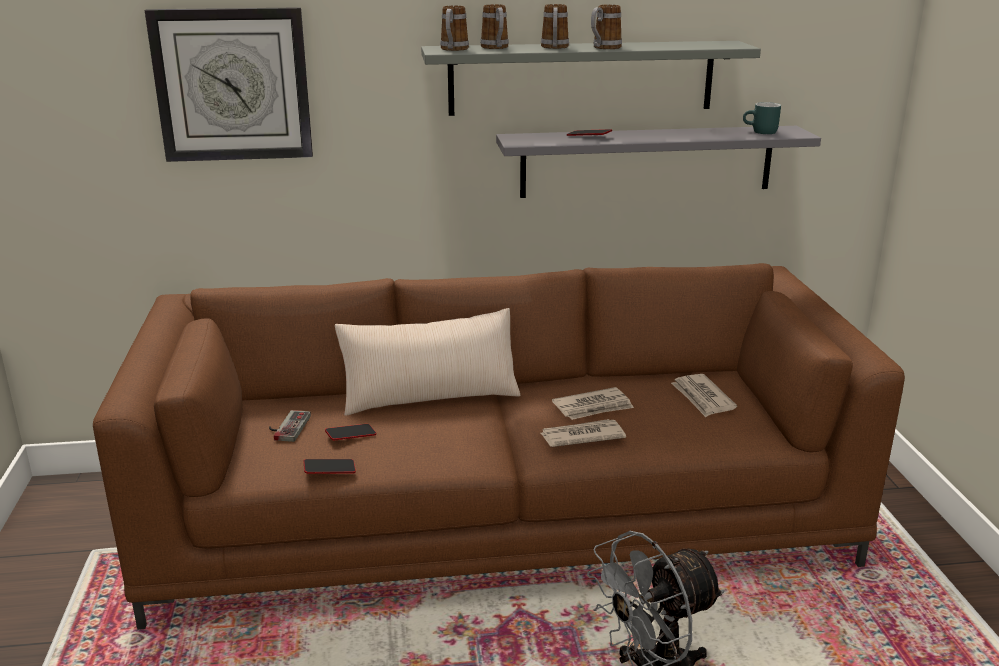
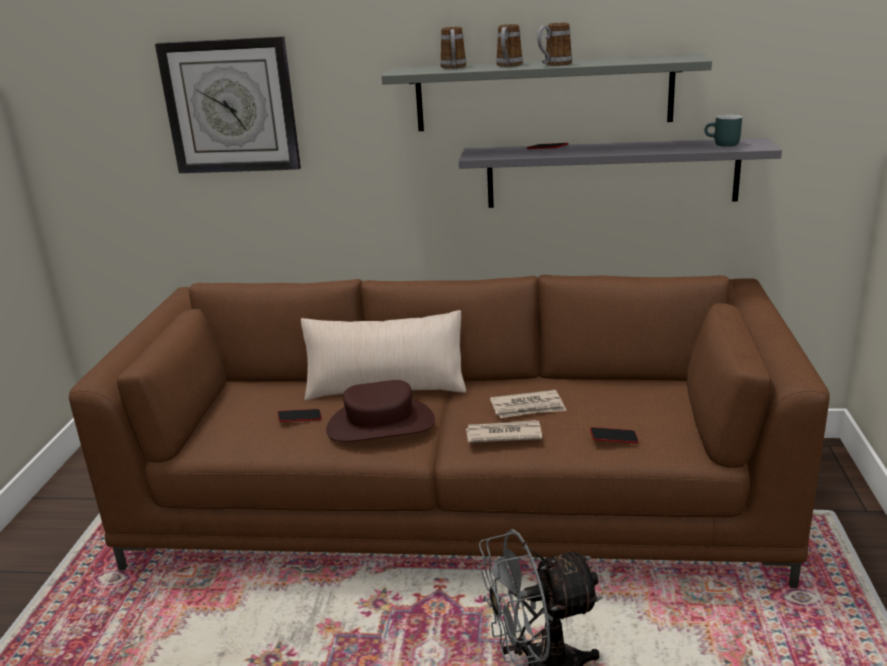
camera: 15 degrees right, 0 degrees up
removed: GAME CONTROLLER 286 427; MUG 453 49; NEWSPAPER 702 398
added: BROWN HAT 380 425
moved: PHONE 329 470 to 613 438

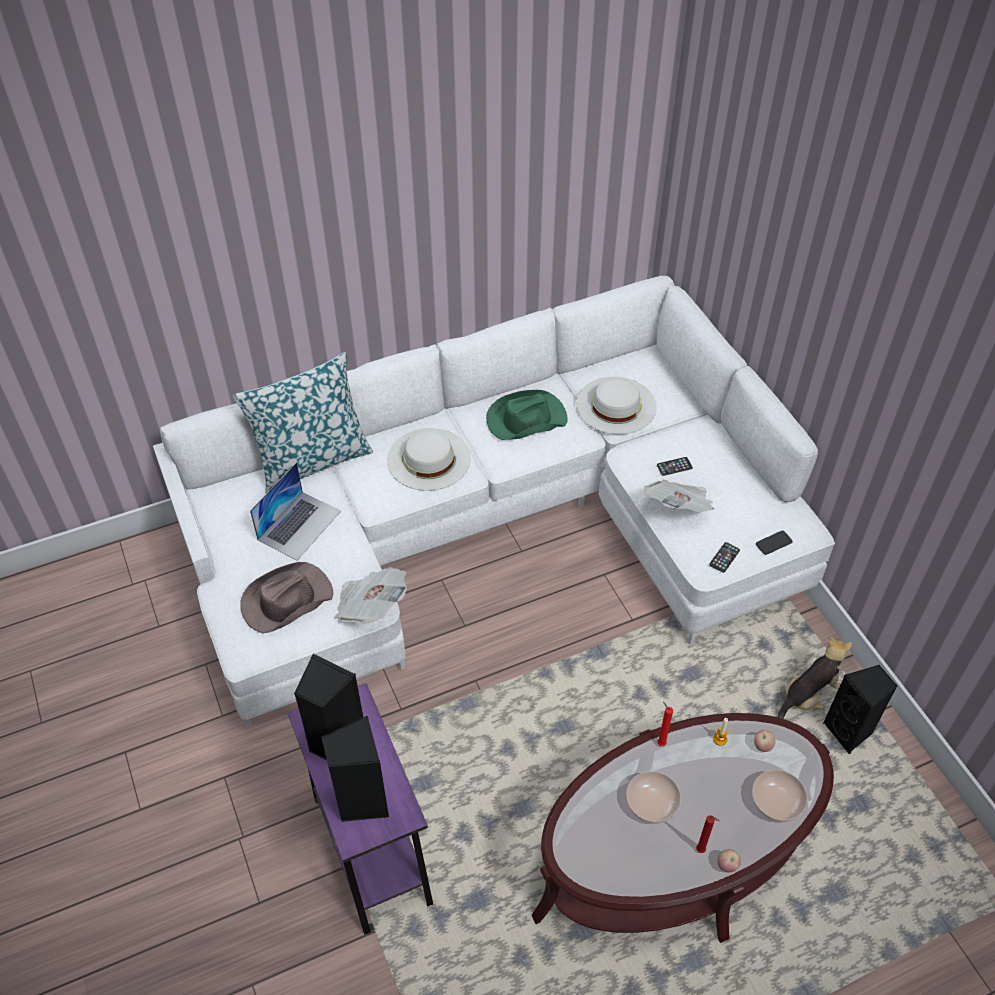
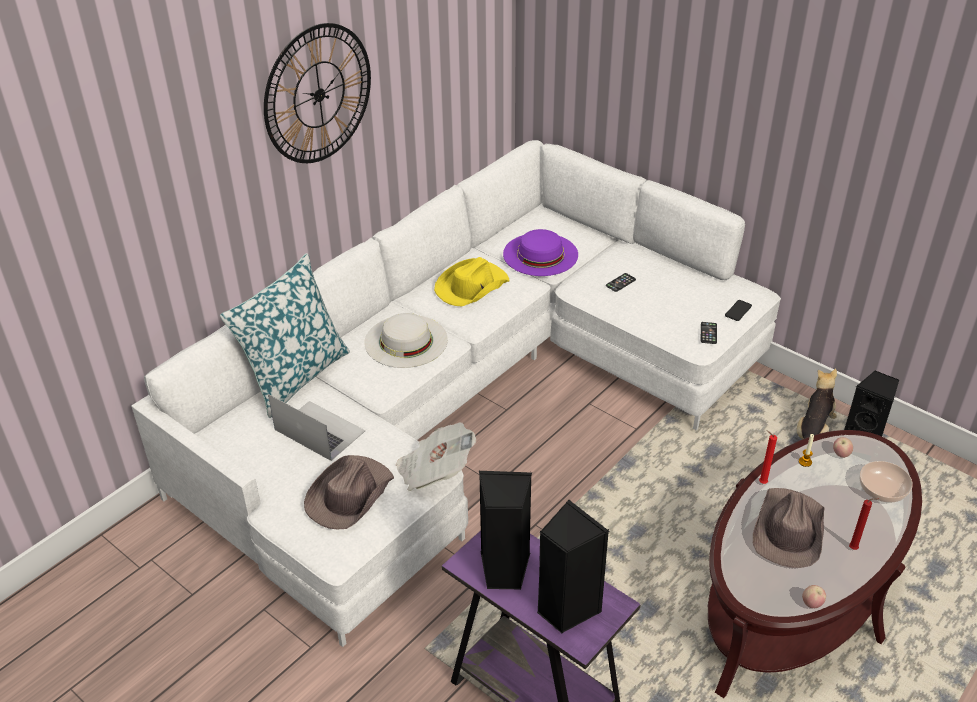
camera: 25 degrees left, 10 degrees down
removed: NEWSPAPER 679 508
added: WALL CLOCK 319 94
moved: APPLE 727 865 to 812 604
replaced: BOWL 650 803 to BROWN HAT 788 530
recoloured: GREEN HAT 525 419 to YELLOW HAT 471 286; WHITE HAT 616 405 to PURPLE HAT 540 254
turned: LAPTOP 299 525 = 319 430 60 degrees counterclockwise

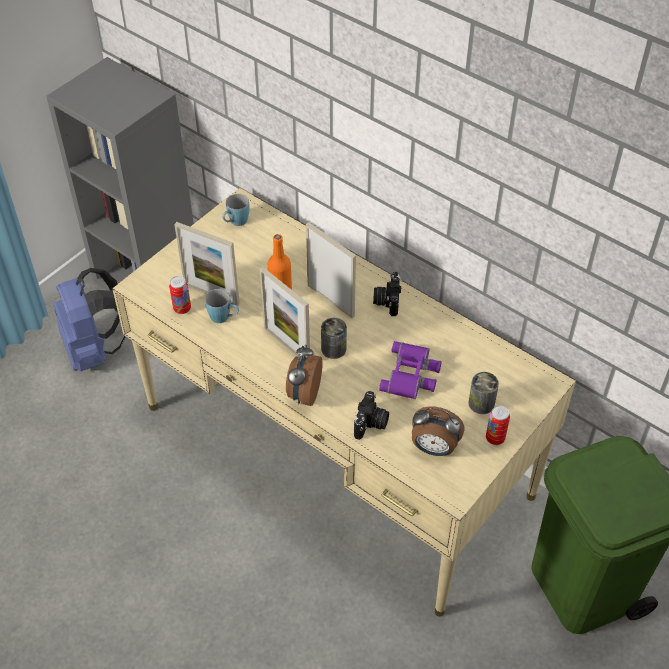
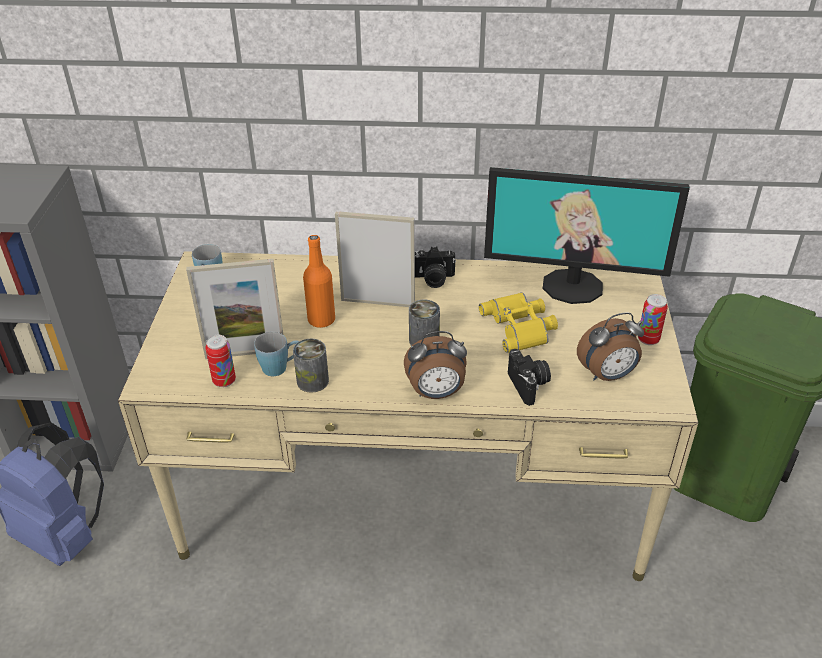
camera: 35 degrees left, 10 degrees down
removed: PICTURE FRAME 286 346
added: MONITOR 573 285
moved: CAN 481 403 to 312 381
recoloured: PURPLE BINOCULARS 412 375 to YELLOW BINOCULARS 520 326
turned: ALARM CLOCK 303 394 = 436 393 75 degrees counterclockwise; PHOTO CAMERA 387 301 = 432 279 60 degrees counterclockwise

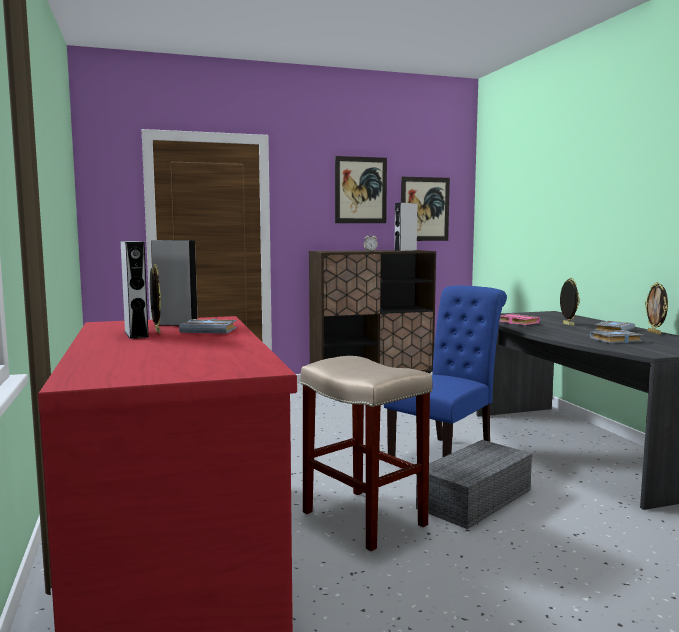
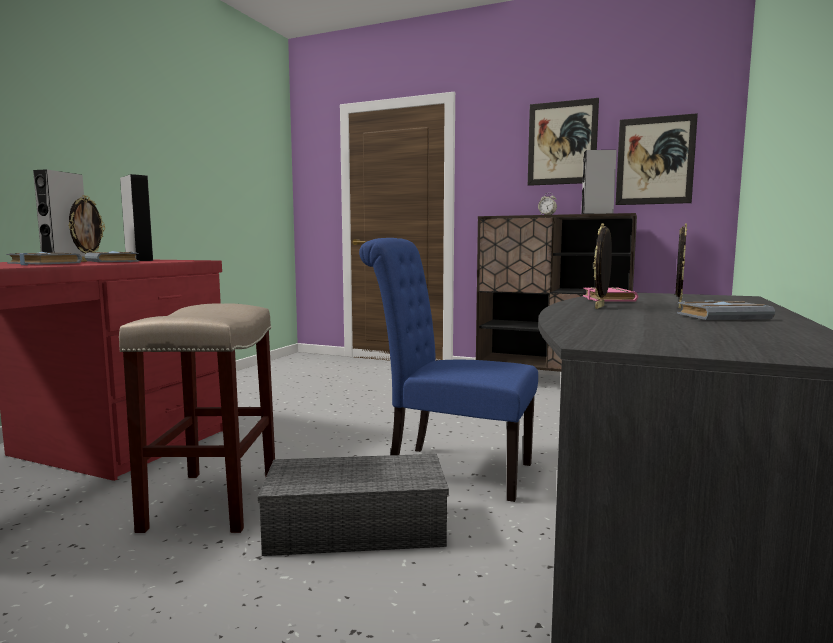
camera: 40 degrees right, 0 degrees up
moved: GREY BOOK 616 340 to 42 264; PICTURE FRAME 654 333 to 601 307
turned: BLUE CHAIR 445 455 = 450 470 150 degrees counterclockwise

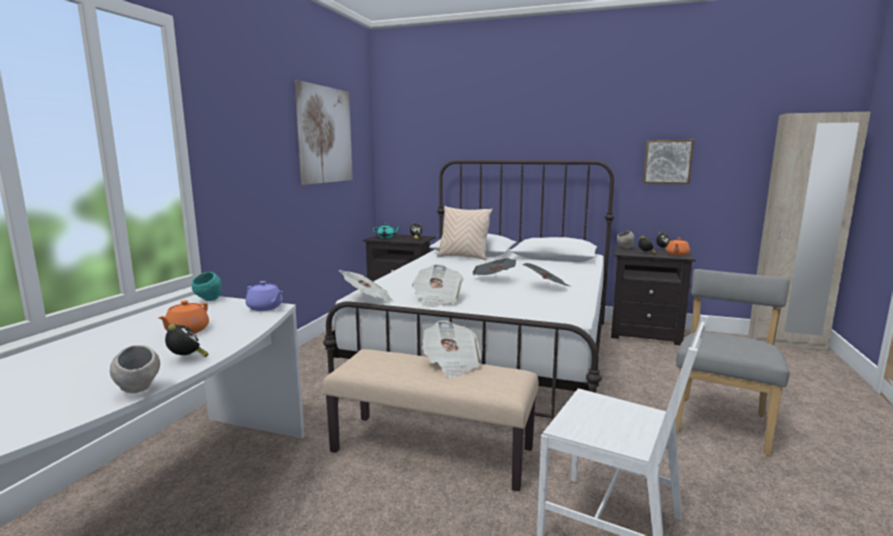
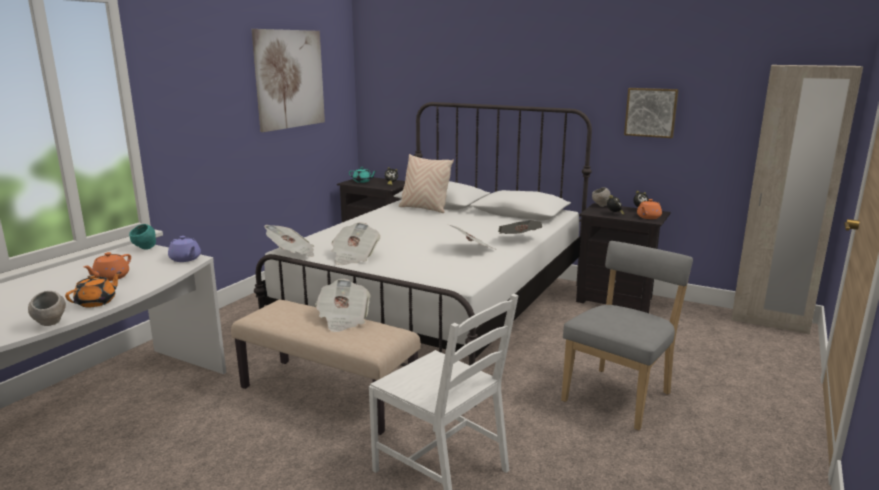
camera: 10 degrees right, 5 degrees up
moved: NEWSPAPER 493 279 to 519 240
replaced: ALARM CLOCK 187 359 to ORANGE TEAPOT 97 302

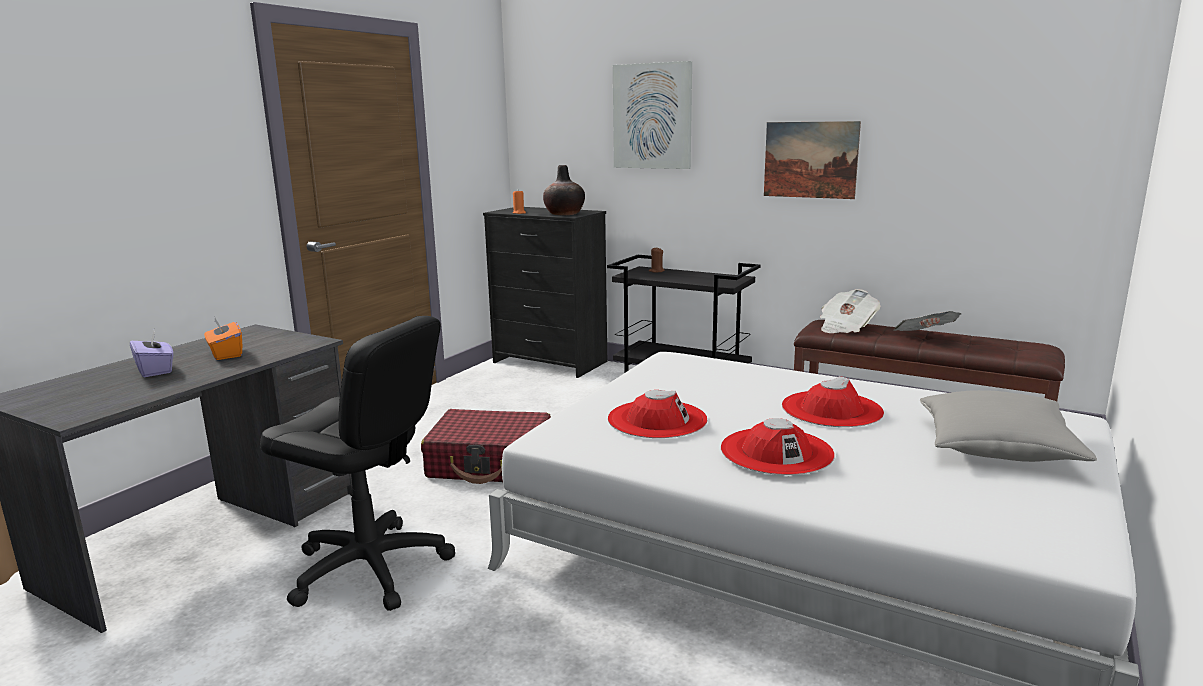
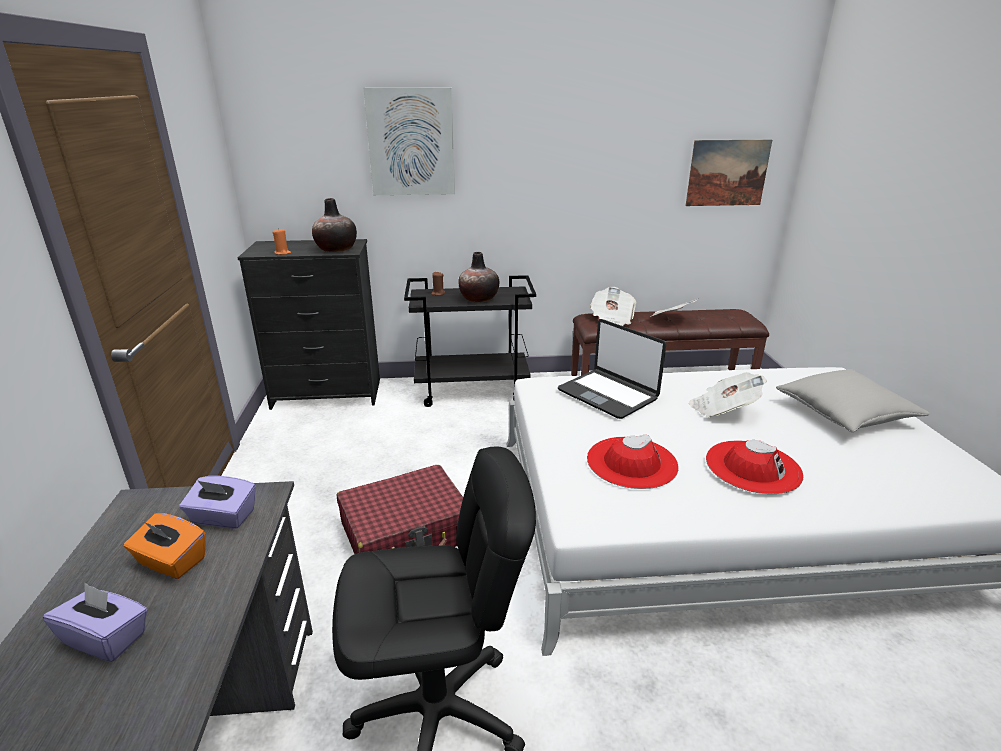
camera: 35 degrees left, 10 degrees up
added: PURPLE TISSUE BOX 223 517; VASE 478 299; LAPTOP 608 394
moved: PICTURE 810 160 to 727 173
replaced: RED HAT 831 409 to NEWSPAPER 723 410

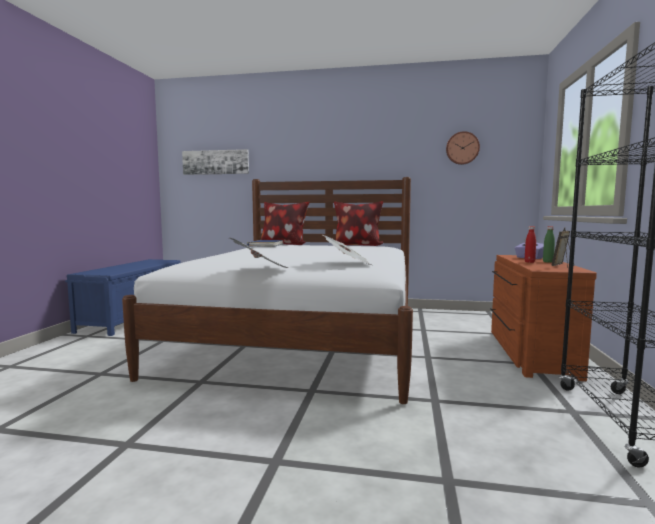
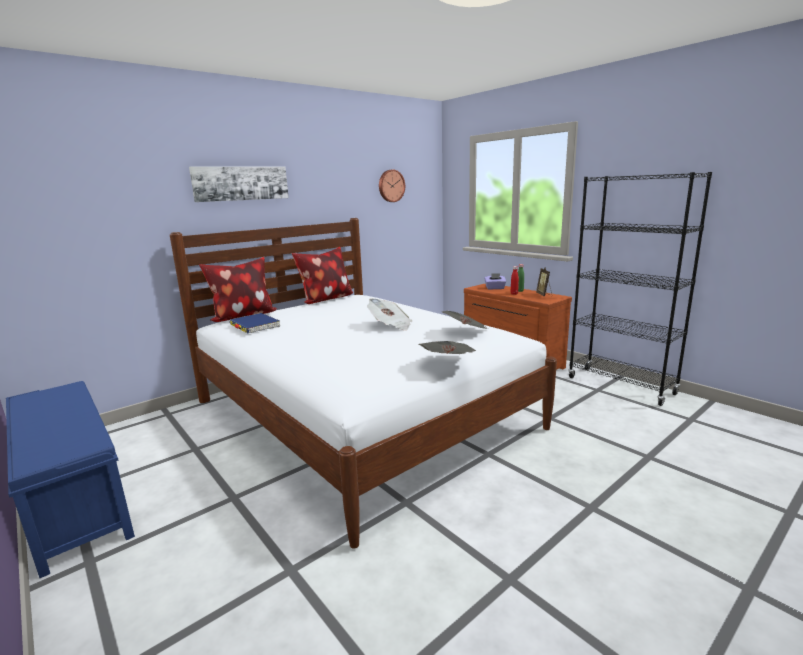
camera: 50 degrees left, 10 degrees up
added: NEWSPAPER 390 326
moved: PICTURE 216 162 to 241 183

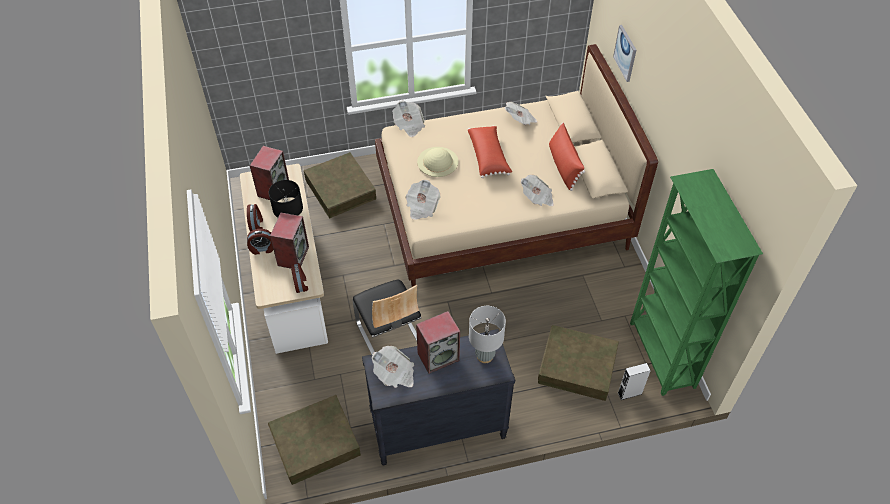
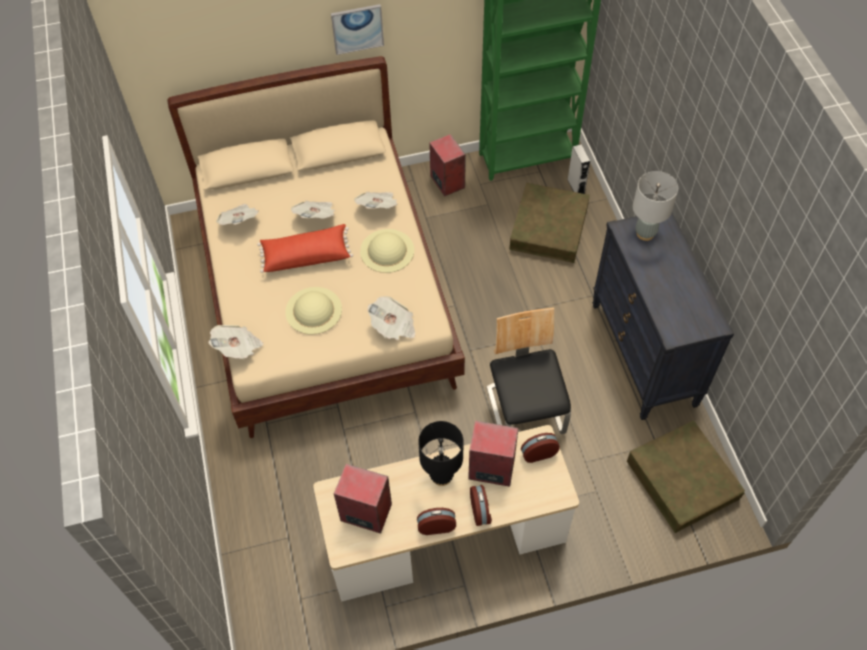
camera: 90 degrees left, 5 degrees up
removed: BROWN STORAGE BOX 340 189; RED PILLOW 563 166
added: BEIGE HAT 387 250
moved: NEWSPAPER 395 374 to 316 216; SPEAKER 438 356 to 446 181; PICTURE 625 53 to 357 28
turned: CHAIR 389 336 = 525 410 75 degrees counterclockwise

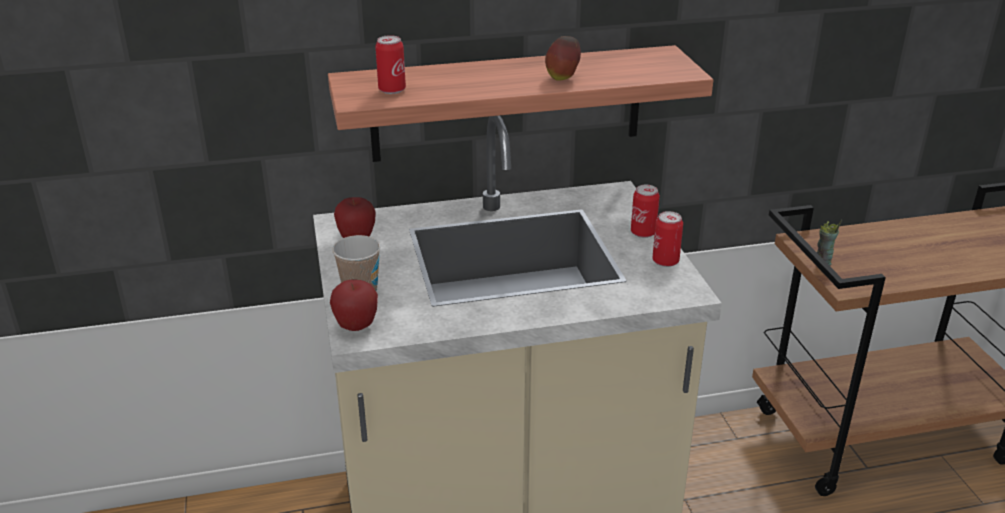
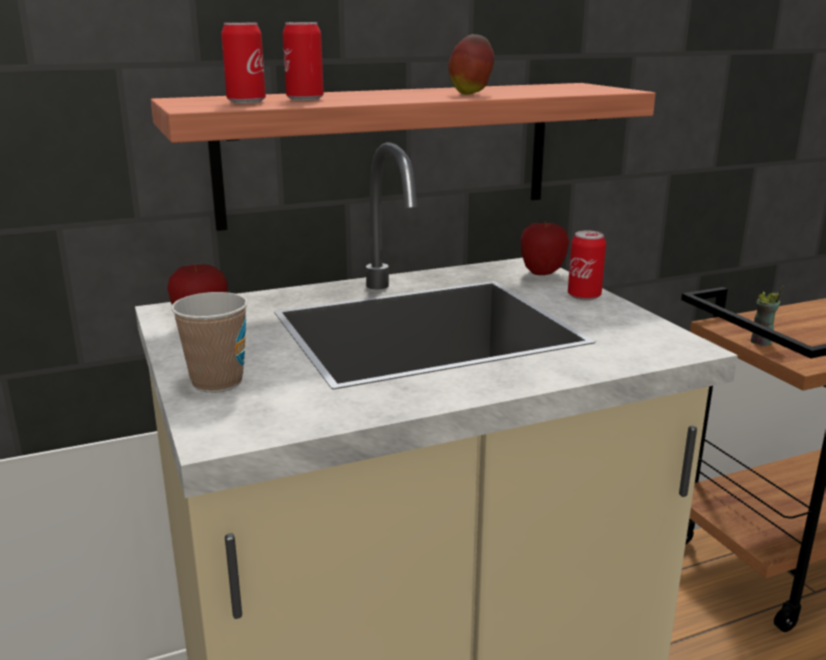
camera: 10 degrees left, 10 degrees down
moved: APPLE 356 326 to 542 273; CAN 665 261 to 305 99

